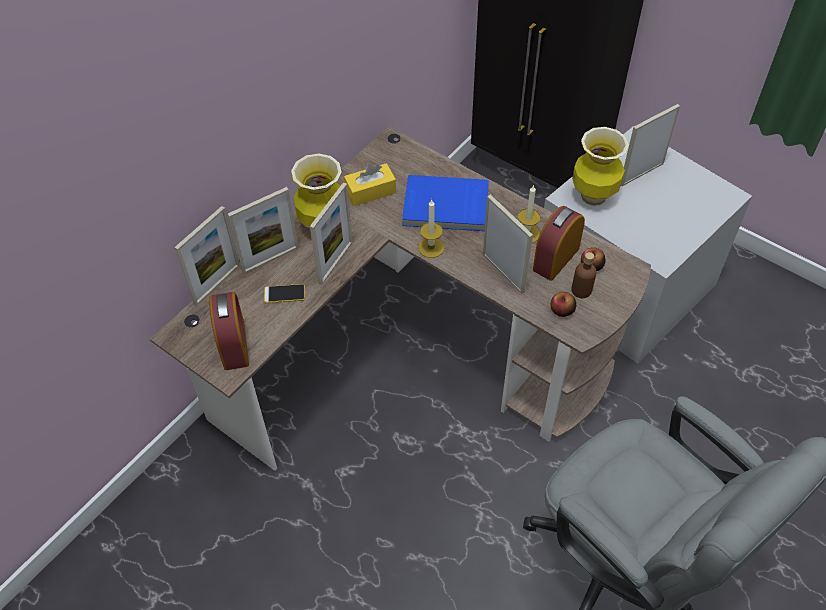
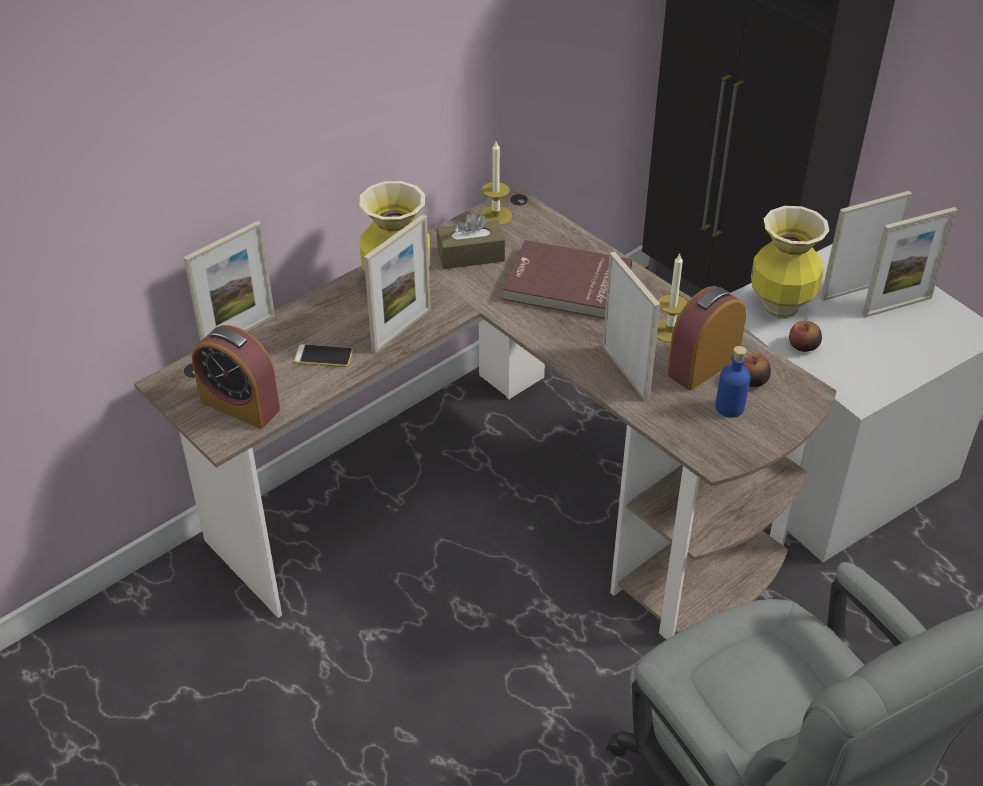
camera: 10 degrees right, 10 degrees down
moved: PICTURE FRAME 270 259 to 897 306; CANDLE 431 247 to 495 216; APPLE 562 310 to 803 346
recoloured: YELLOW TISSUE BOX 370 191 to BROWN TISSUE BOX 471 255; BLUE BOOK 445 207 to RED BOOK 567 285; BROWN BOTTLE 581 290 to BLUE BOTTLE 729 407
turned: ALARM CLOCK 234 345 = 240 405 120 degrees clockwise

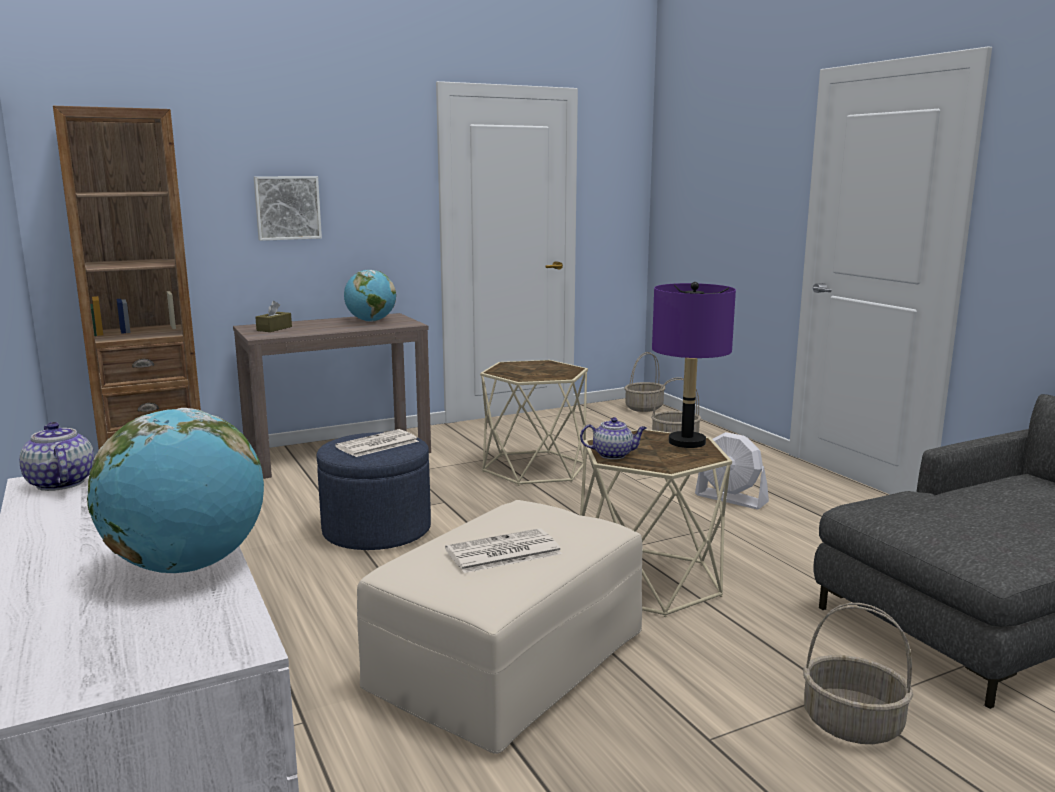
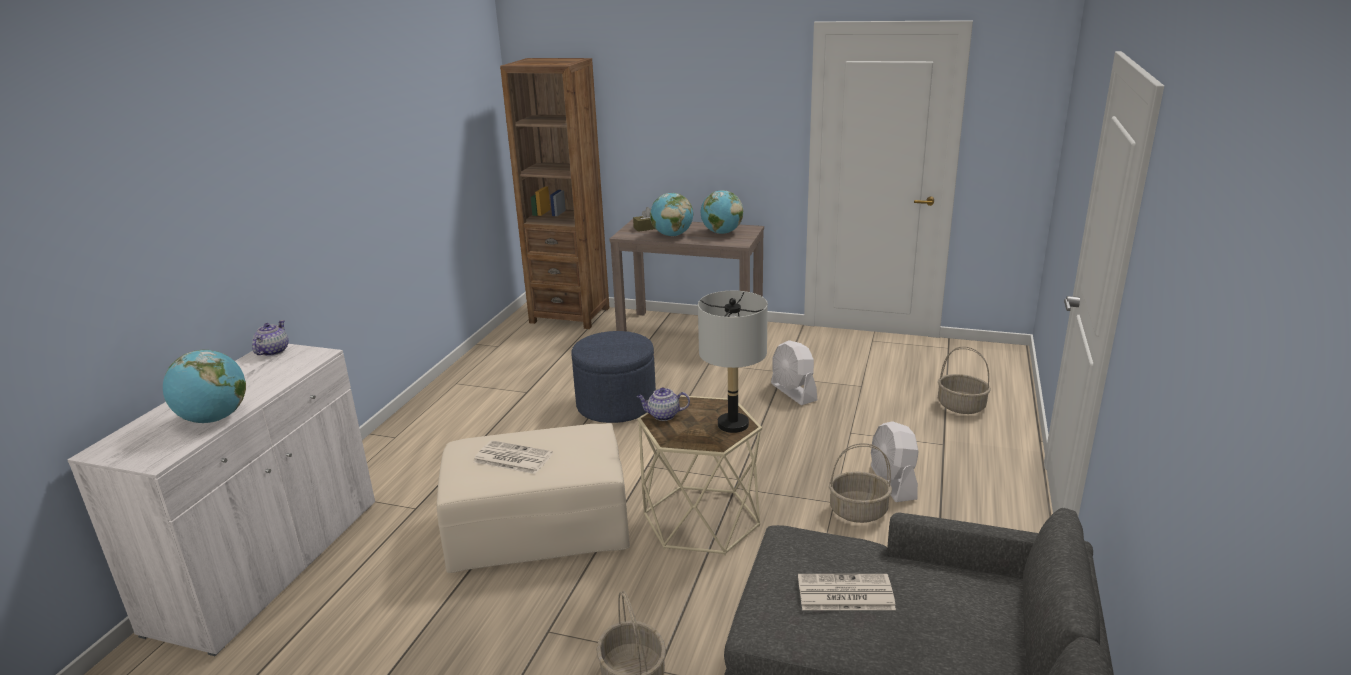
camera: 45 degrees right, 10 degrees up
removed: PICTURE 287 208
added: GLOBE 672 235
moved: NEWSPAPER 377 445 to 844 594; BASKET 644 407 to 859 511
replaced: BEIGE SIDE TABLE 534 468 to WHITE FAN 793 392
recoloured: PURPLE TABLE LAMP 686 442 to GREY TABLE LAMP 732 424
turned: TEAPOT 613 455 = 663 415 135 degrees clockwise

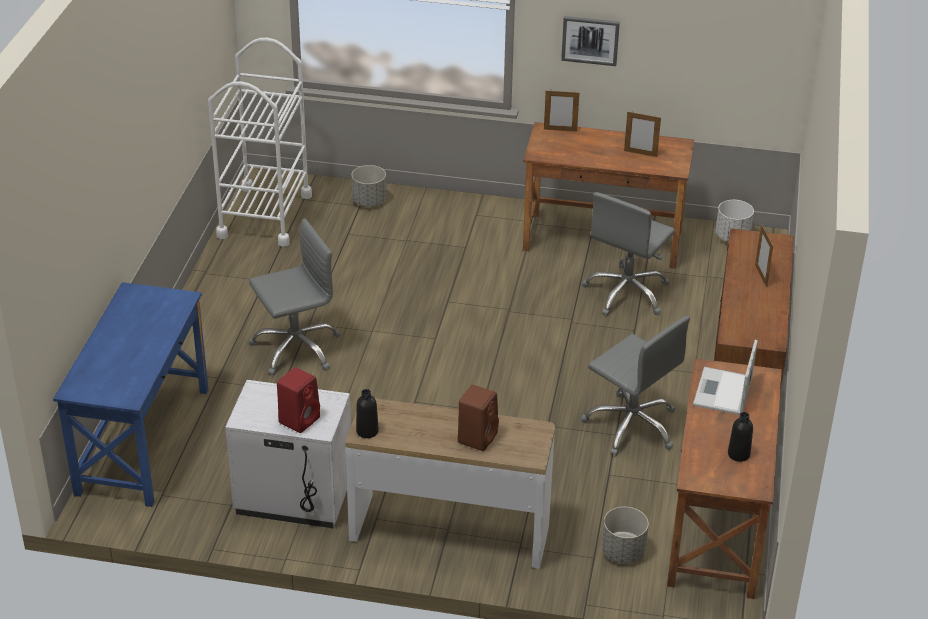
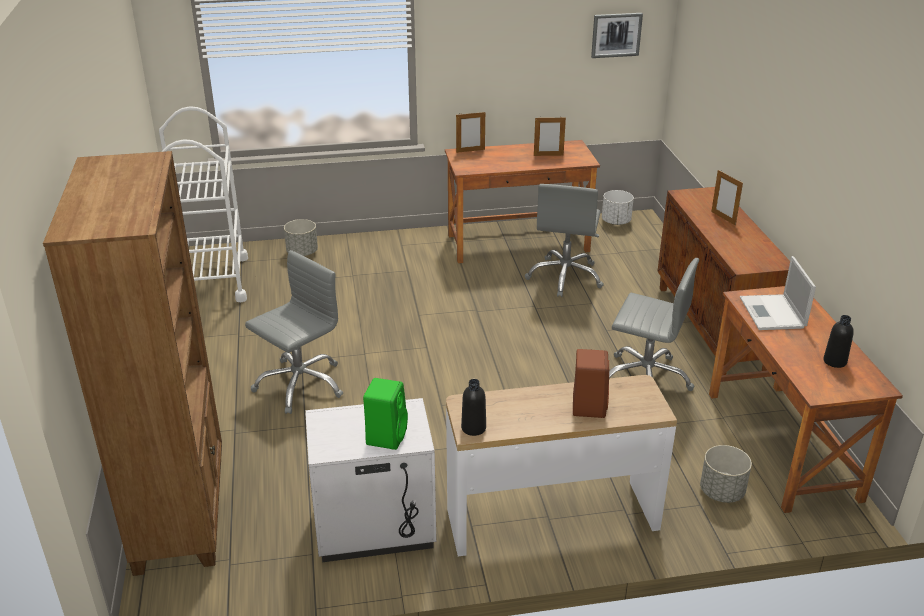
camera: 20 degrees left, 5 degrees down
moved: PICTURE 590 40 to 616 35
replaced: BLUE DESK 143 440 to BROWN BOOKCASE 182 512
recoloured: RED SPEAKER 300 419 to GREEN SPEAKER 386 436

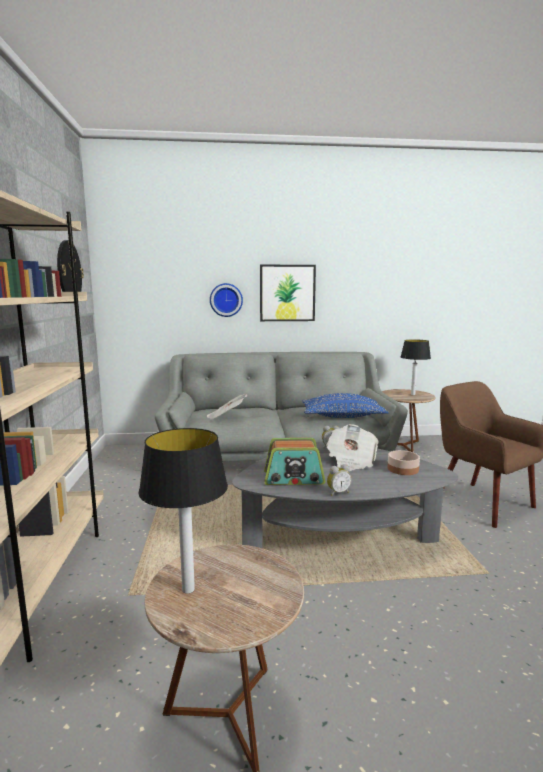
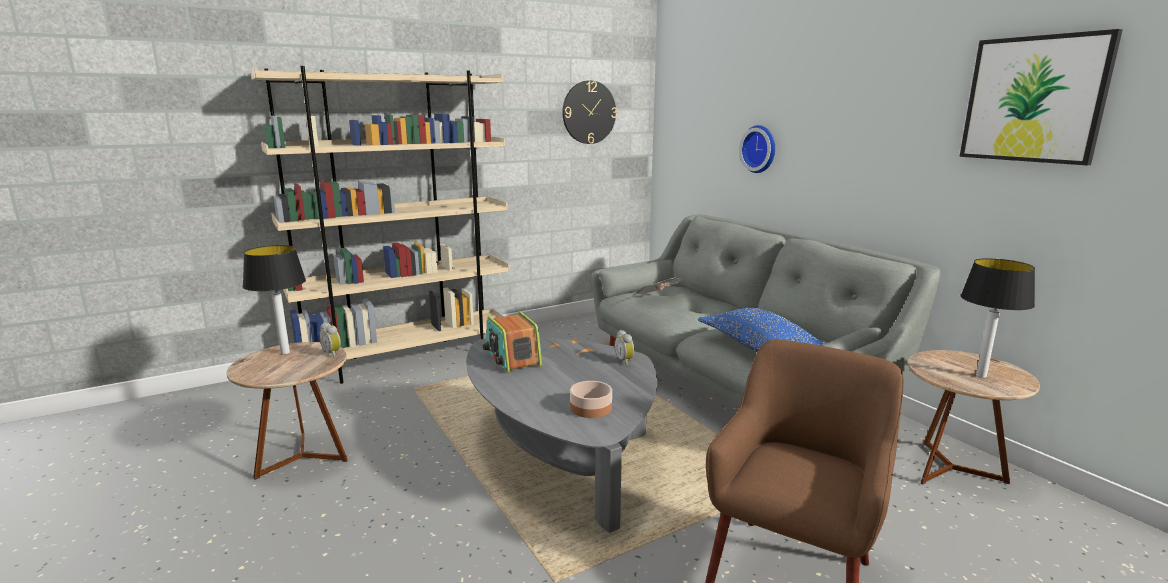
camera: 65 degrees right, 5 degrees up
removed: NEWSPAPER 351 461
moved: PICTURE 287 293 to 1034 99; ALARM CLOCK 337 493 to 333 353

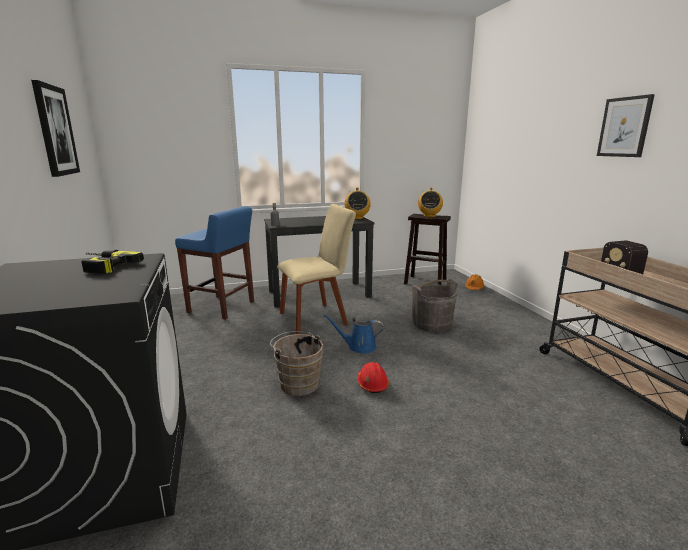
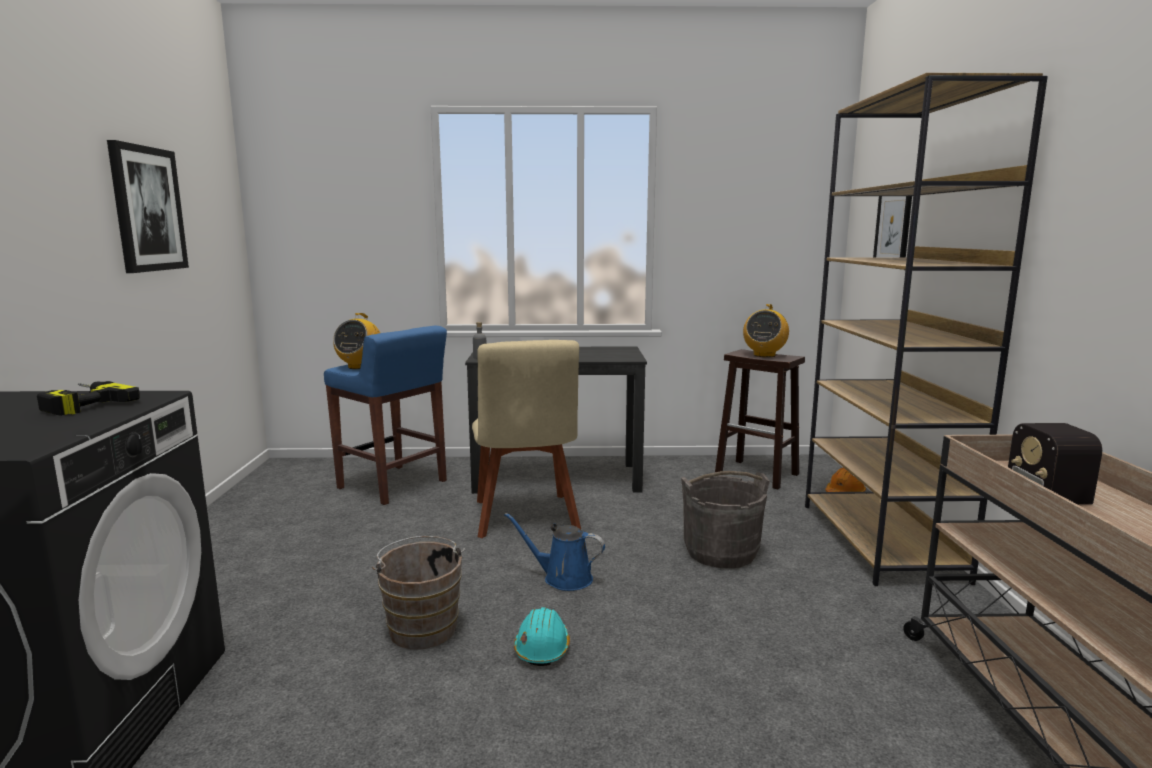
camera: 15 degrees right, 5 degrees down
added: BROWN BOOKCASE 881 541
moved: RADIO 357 218 to 360 367; PICTURE 624 127 to 893 227
recoloured: RED HARD HAT 372 384 to TURQUOISE HARD HAT 542 648
turned: BEIGE CHAIR 316 318 = 526 518 90 degrees clockwise

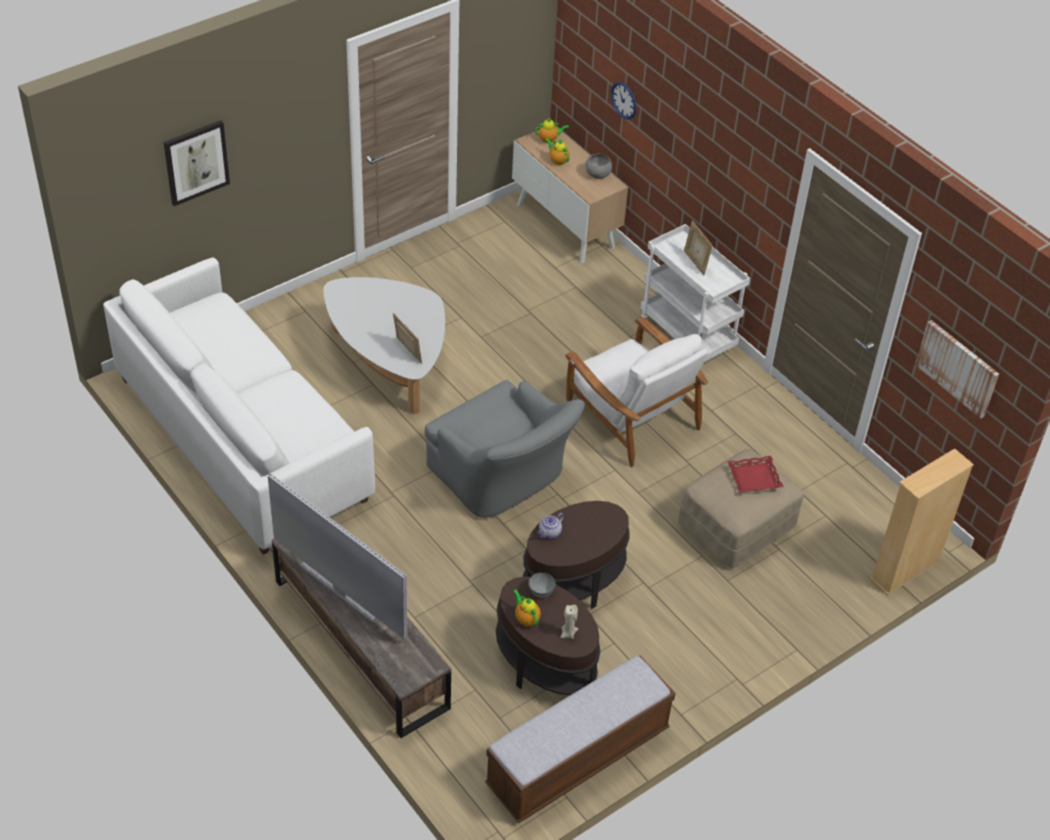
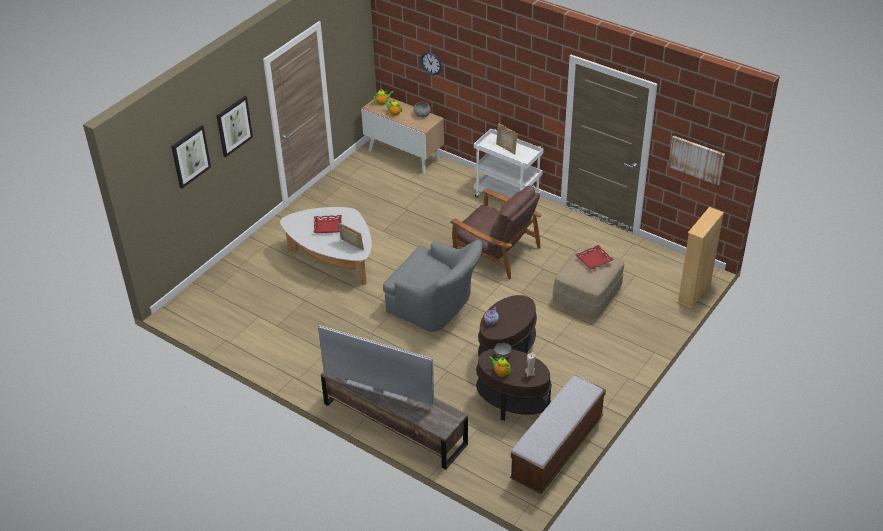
camera: 15 degrees left, 5 degrees down
removed: WHITE SOFA 242 438
added: PICTURE 234 126; RED TRAY 328 226
recoloured: WHITE ARMCHAIR 631 415 to BROWN ARMCHAIR 495 251

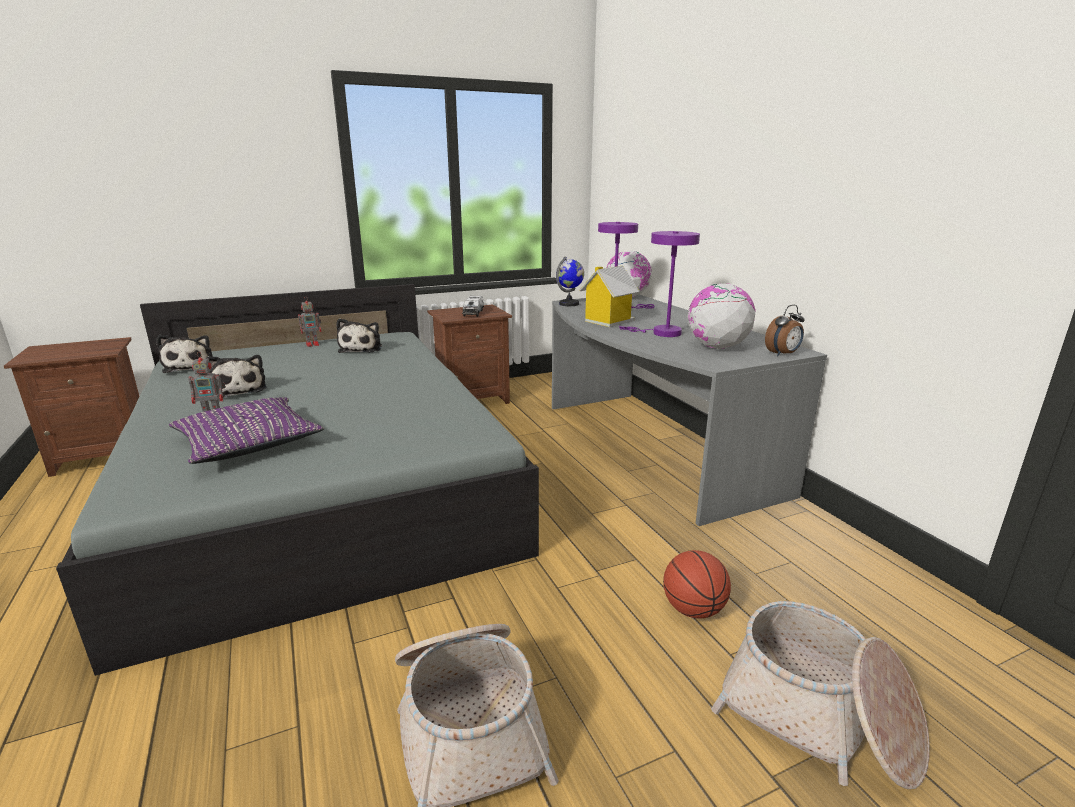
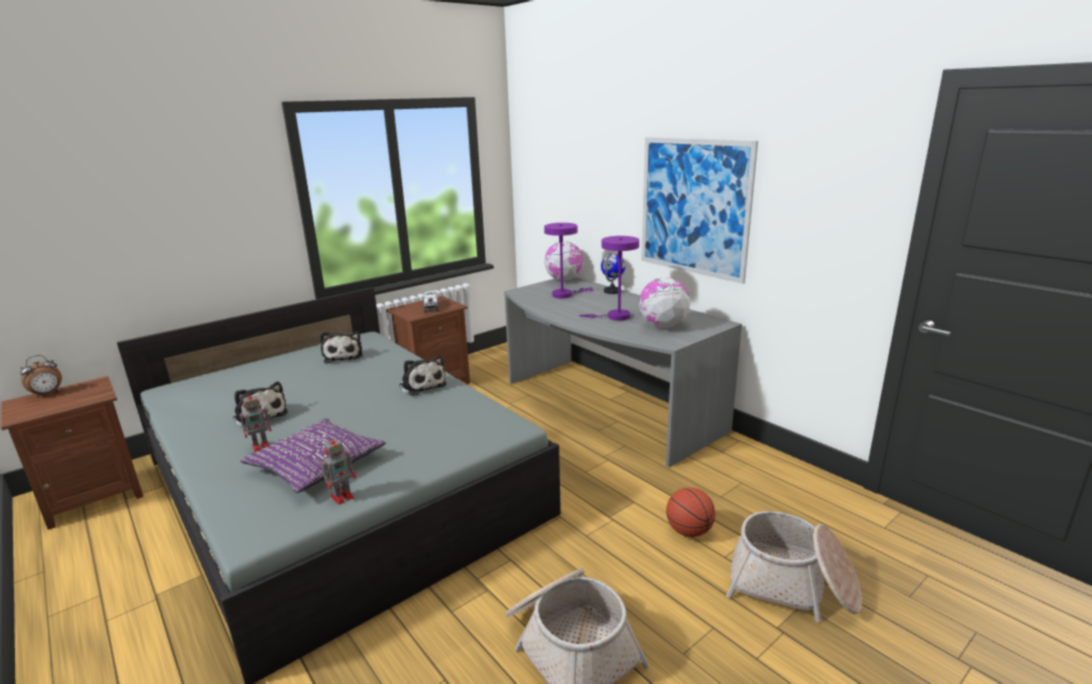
camera: 15 degrees left, 0 degrees up
removed: TOY HOUSE 608 321
added: PICTURE 693 207
moved: PLUSH TOY 190 366 to 422 385; TOY ROBOT 313 344 to 343 496; GLOBE 569 304 to 612 291; ALARM CLOCK 783 354 to 48 394

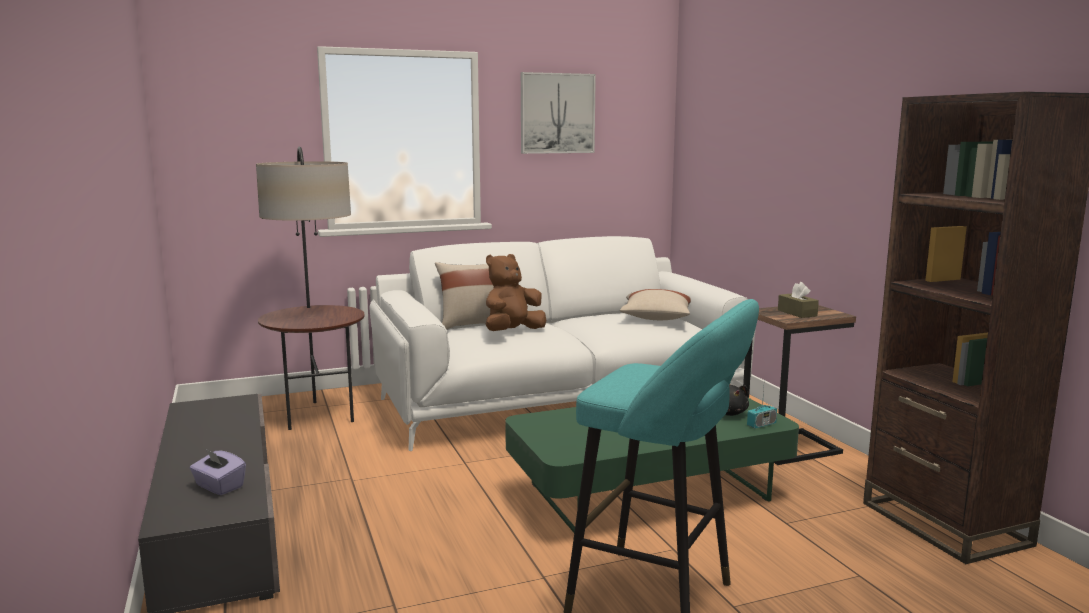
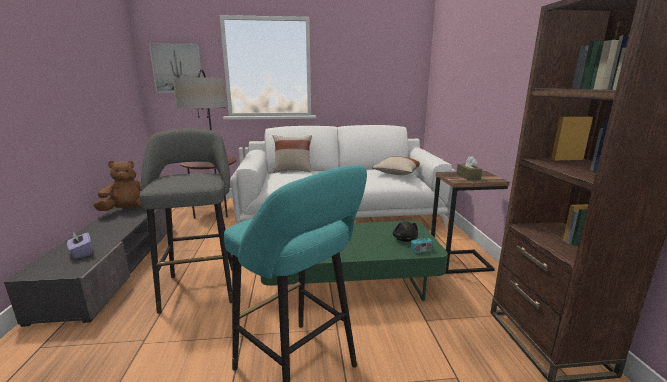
camera: 15 degrees right, 5 degrees up
added: GREY STOOL 200 286
moved: BROWN PLUSH TOY 512 332 to 129 210; PICTURE 557 113 to 177 68

